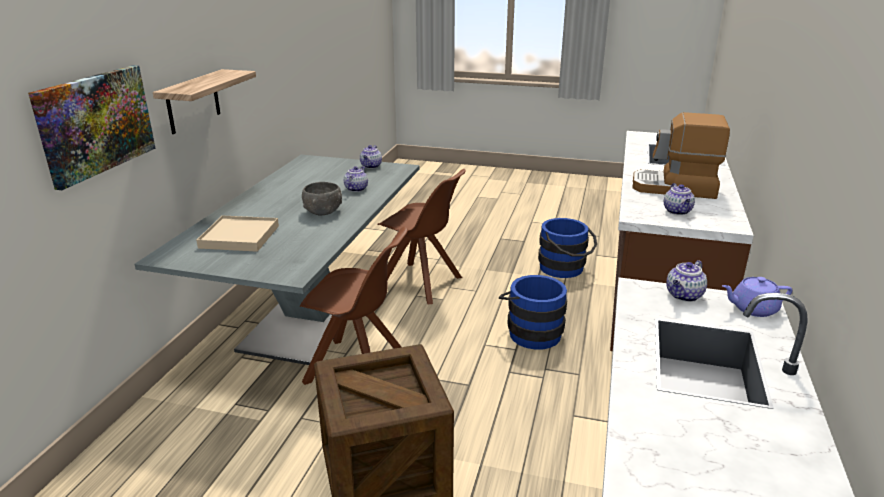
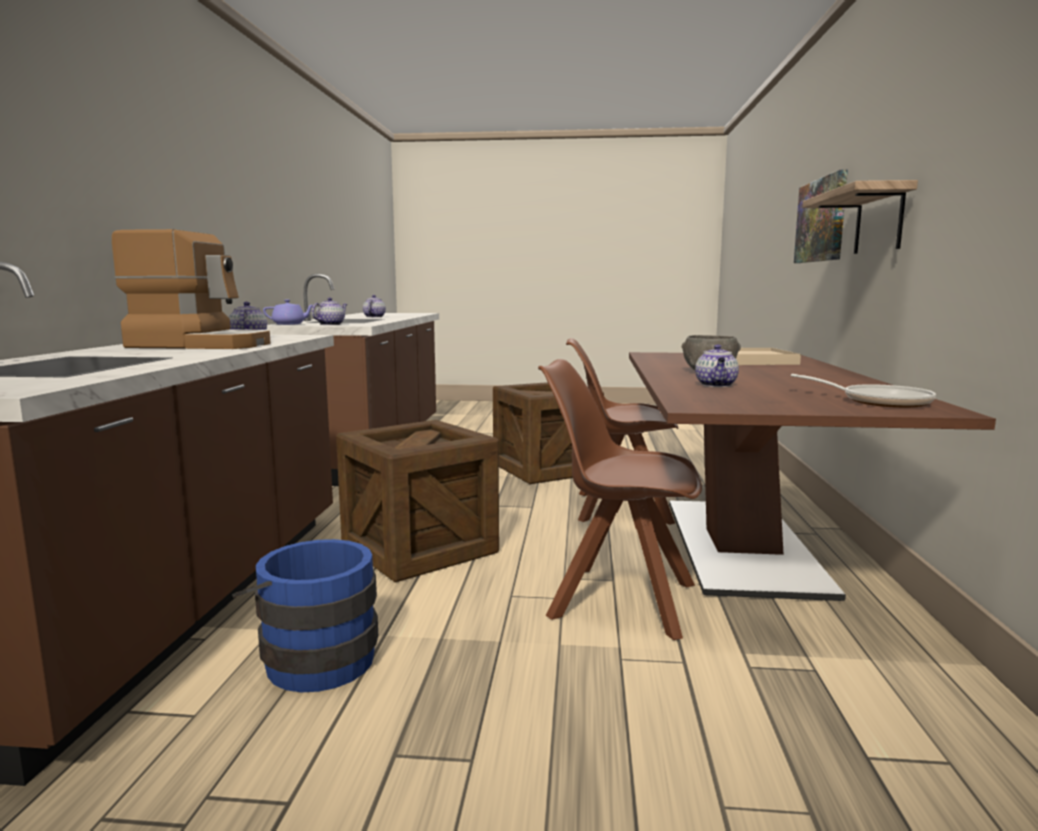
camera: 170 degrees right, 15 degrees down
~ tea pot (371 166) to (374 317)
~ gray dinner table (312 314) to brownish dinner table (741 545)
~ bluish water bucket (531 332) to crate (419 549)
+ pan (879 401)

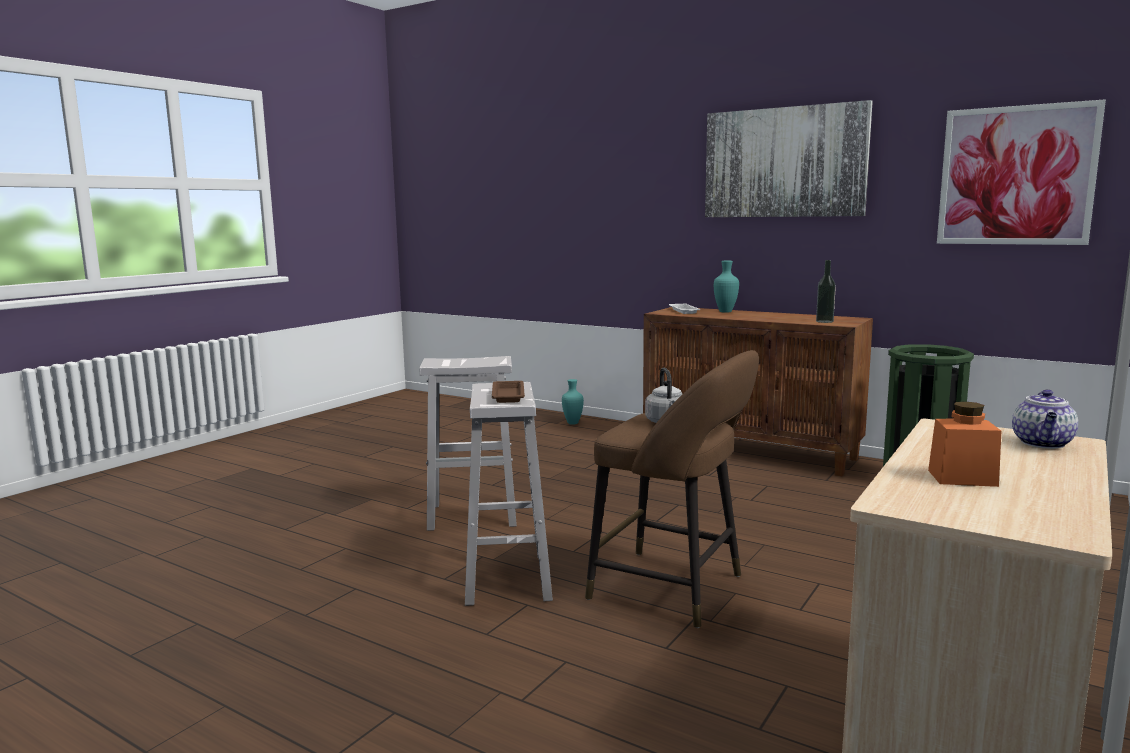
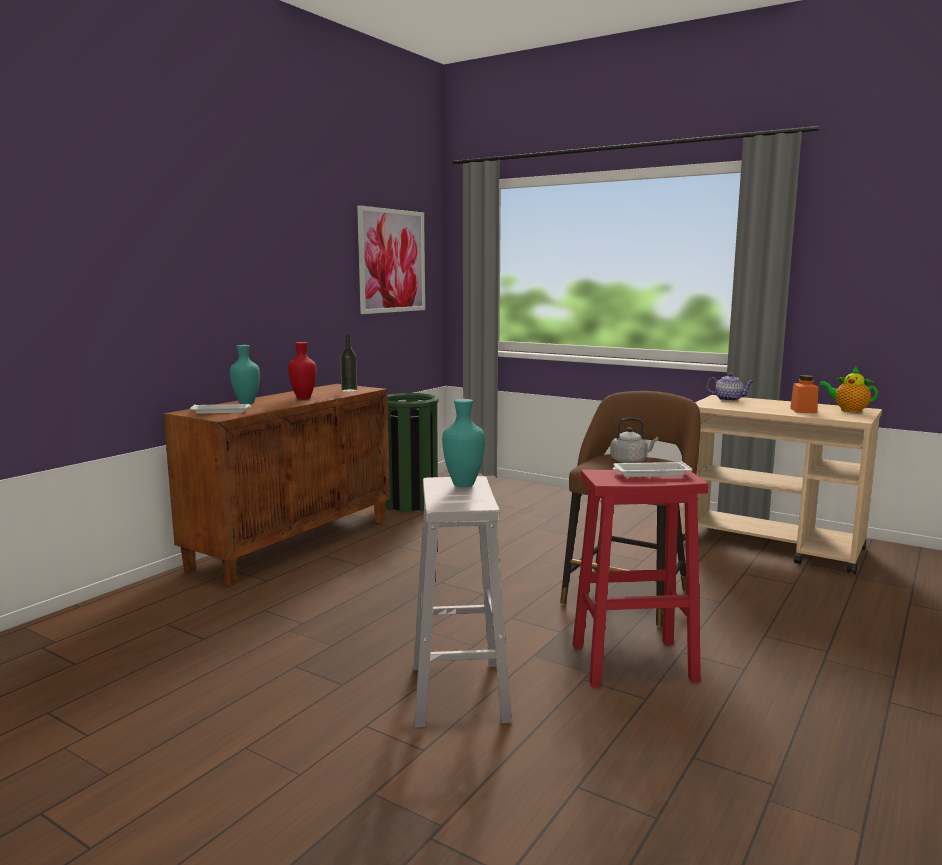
camera: 90 degrees left, 0 degrees up
- picture (784 162)
~ turquoise flower vase (572 423) to (465 485)
~ brownish serving tray (508 395) to white-coloured serving tray (650 473)
~ white-coloured sitting stool (508 579) to red-coloured sitting stool (635 662)
+ red-coloured flower vase (303 398)
+ tea pot (848 410)

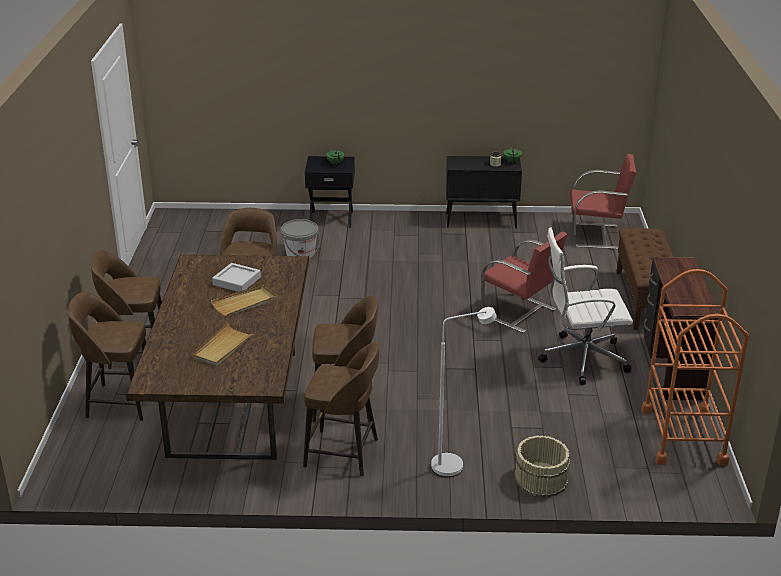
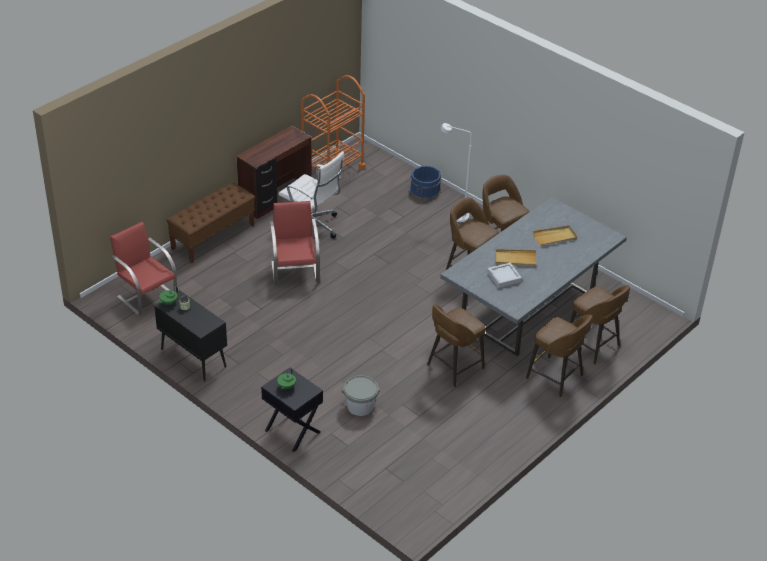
camera: 140 degrees left, 10 degrees up
~ brownish dinner table (233 403) to gray dinner table (528 308)
~ sand-coloured water bucket (540 479) to bluish water bucket (425 190)

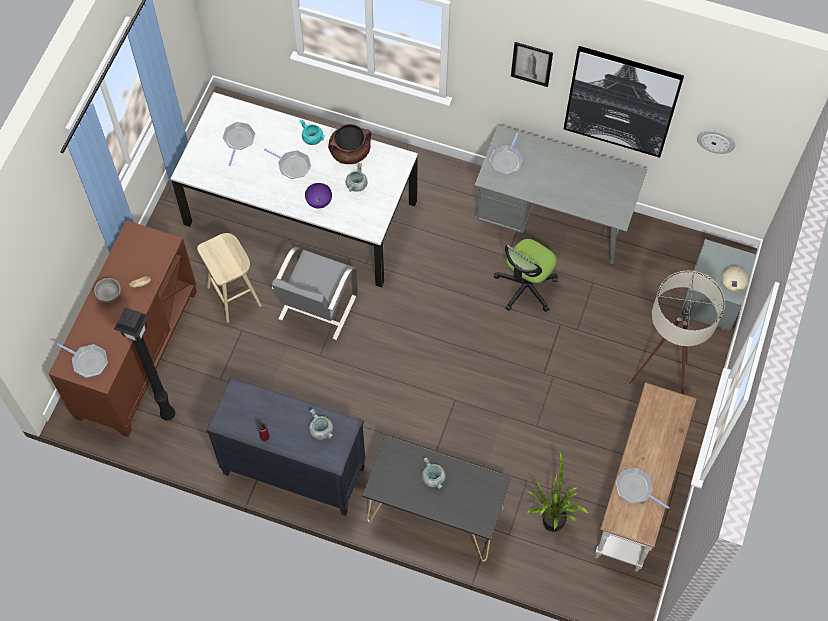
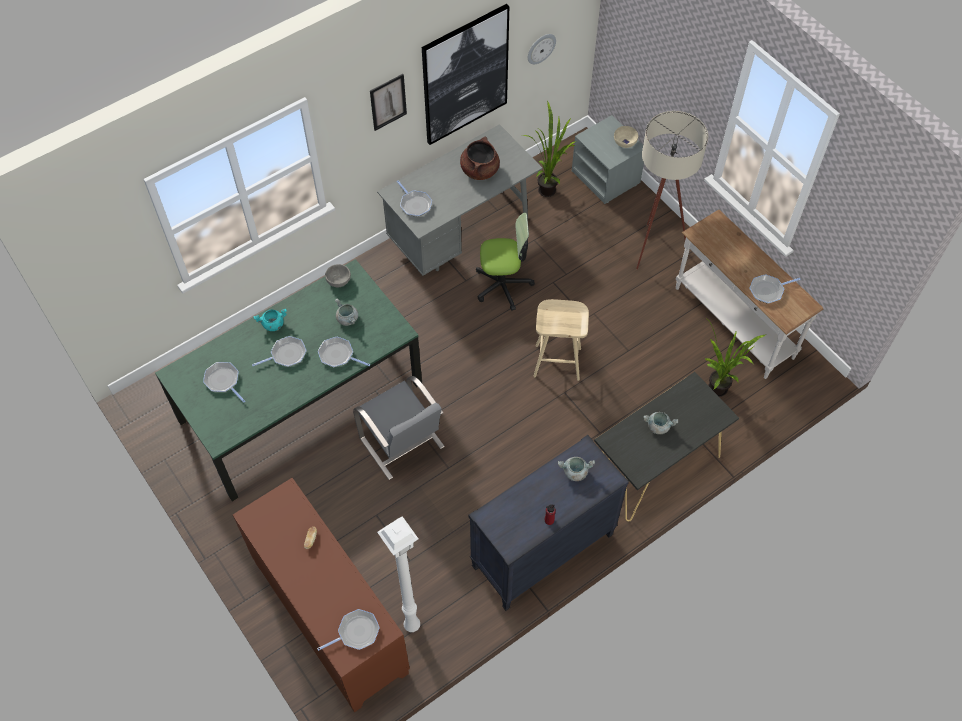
camera: 55 degrees left, 5 degrees down
~ white-coloured dinner table (300 213) to green dinner table (300 403)
~ brownish saucepot (350 152) to (479 170)
~ purplish deep dish (318 200) to pan (338 355)
~ sand-coloured sitting stool (235 296) to (558 362)
~ computer chair (525 287) = (503 285) 75 degrees counterclockwise
~ gray deep dish (108 295) to (338 281)
~ black-coloured standard lamp (166 415) to white-coloured standard lamp (411 626)
+ potted plant (548 188)

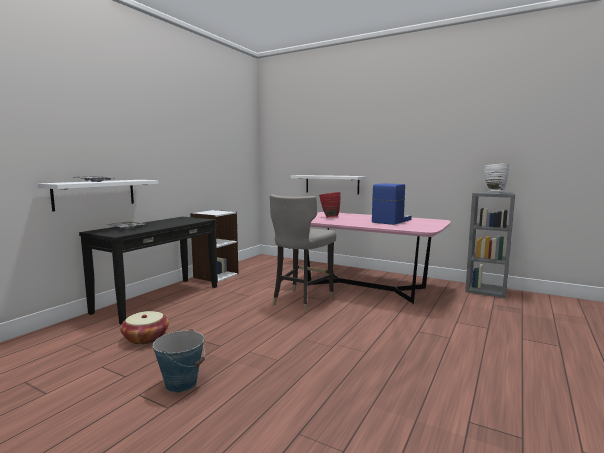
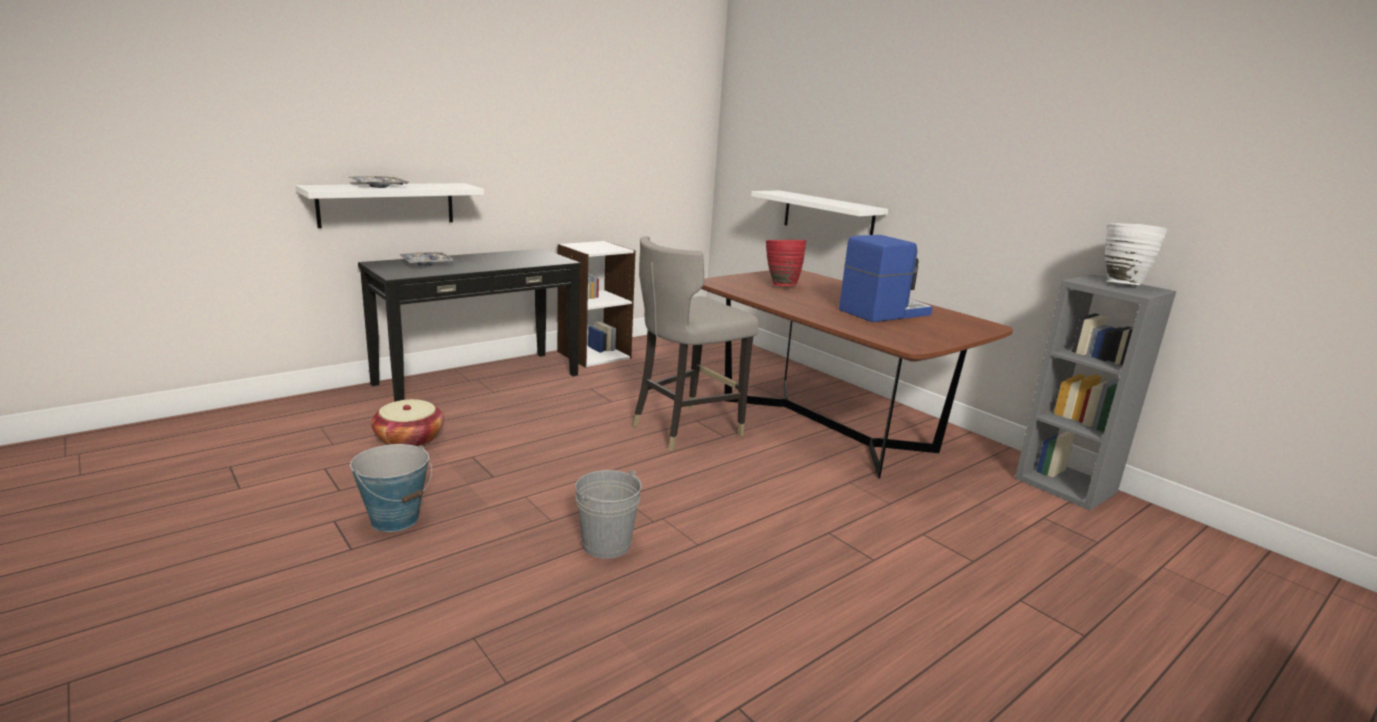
camera: 20 degrees right, 10 degrees up
~ pink-coloured dinner table (365 286) to brownish dinner table (824 425)
+ gray water bucket (606 544)

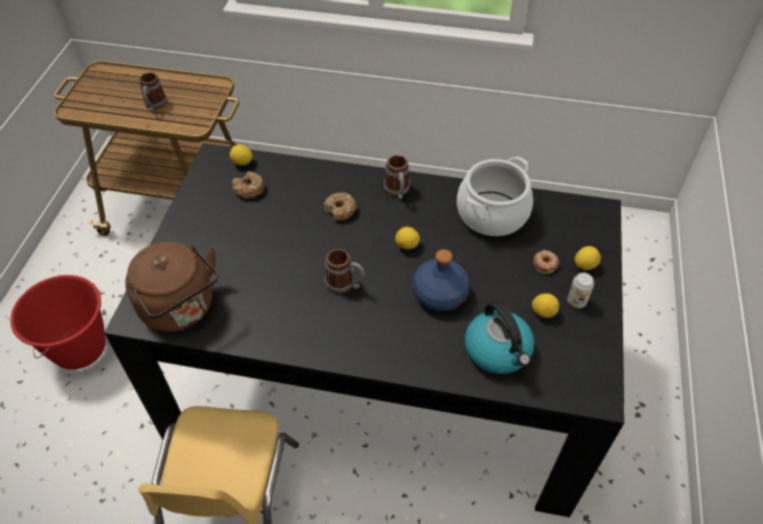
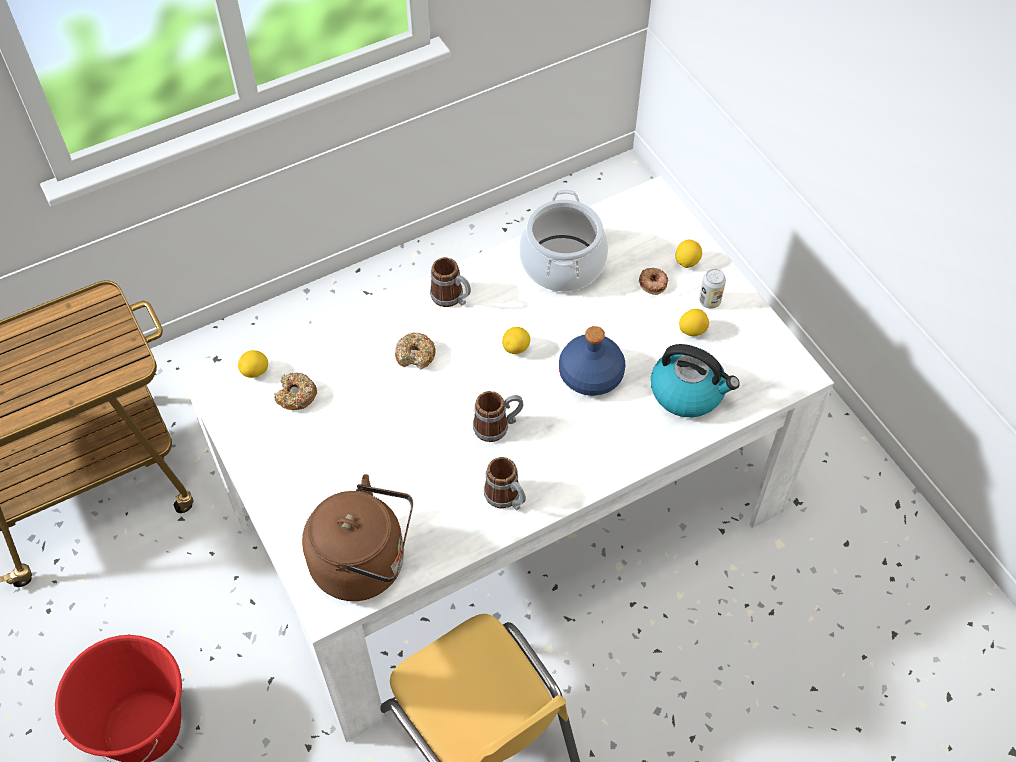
camera: 40 degrees left, 5 degrees up
~ tea mug (154 105) to (506 498)
~ black-coloured dinner table (382 376) to white-coloured dinner table (508 509)

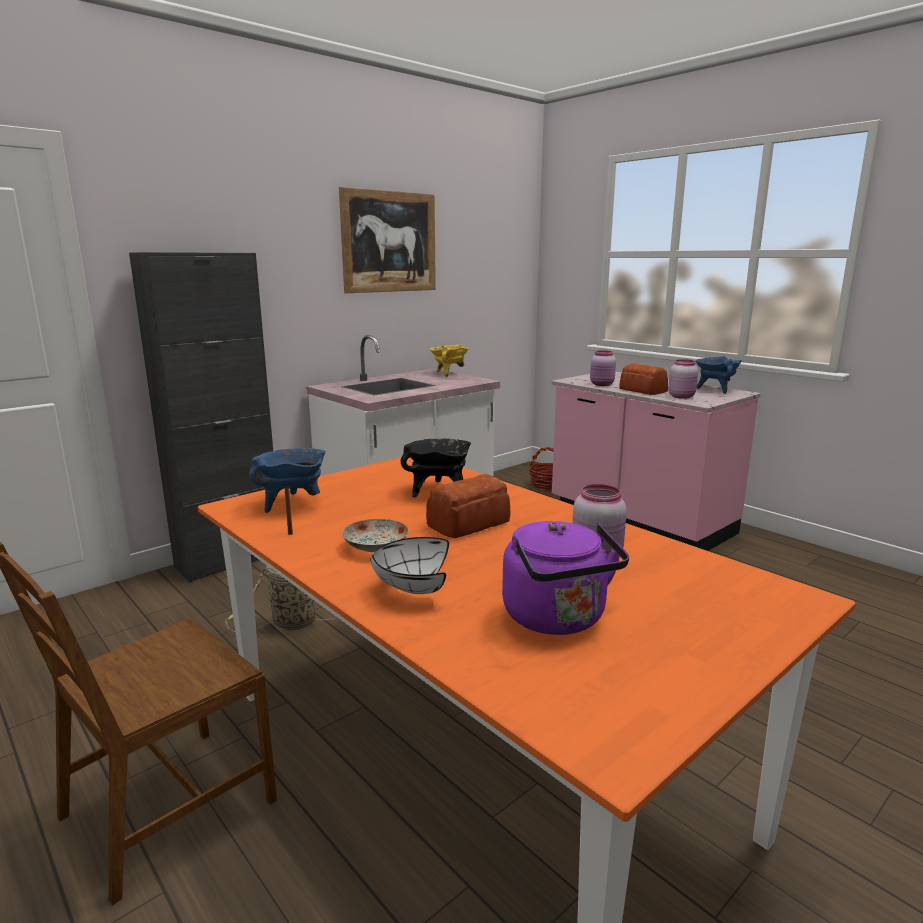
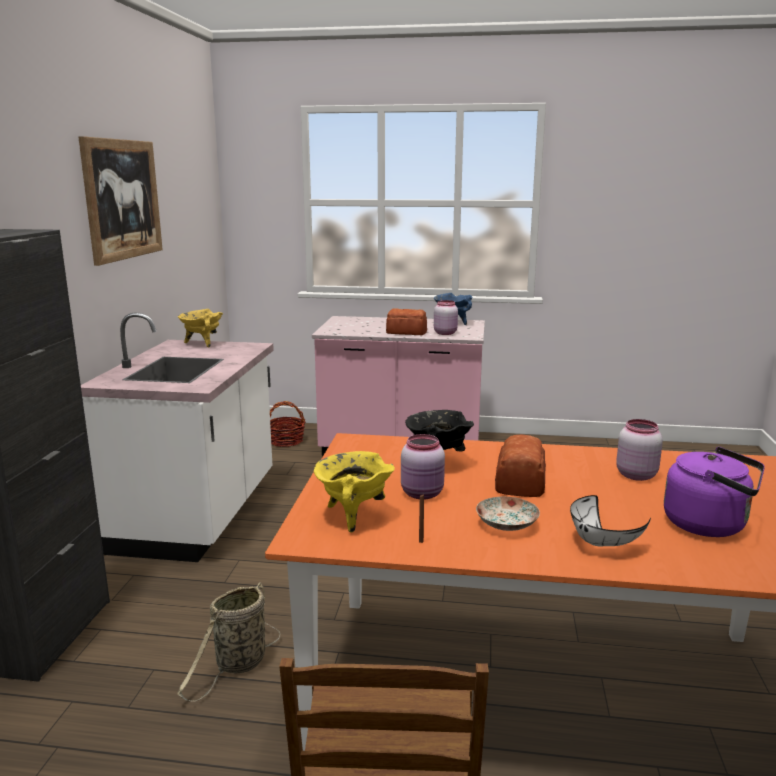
camera: 40 degrees left, 0 degrees up
~ pink-coloured jar (602 384) to (423 494)
~ bluish saucepot (293 503) to yellowish saucepot (353 515)

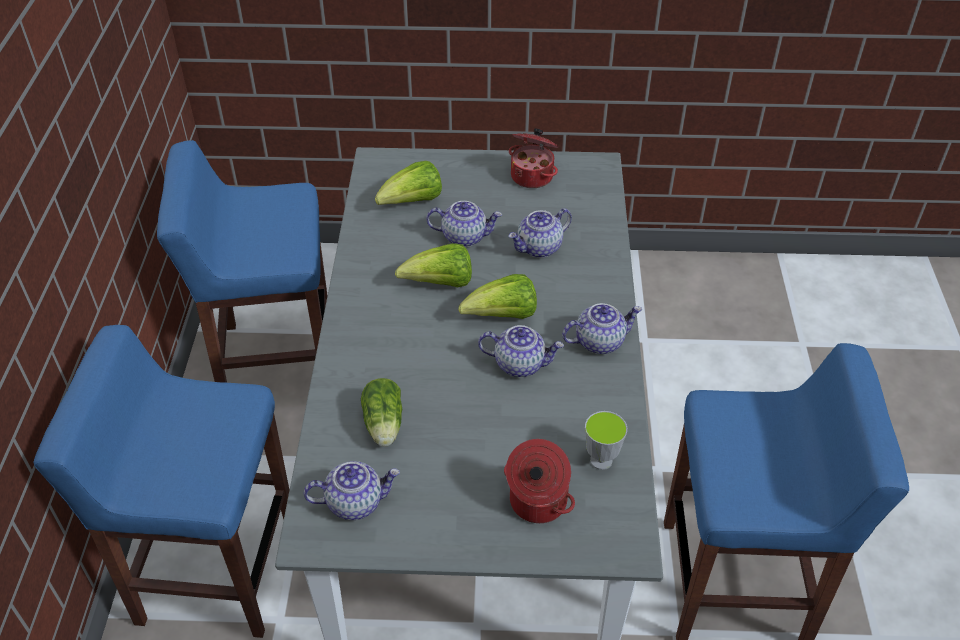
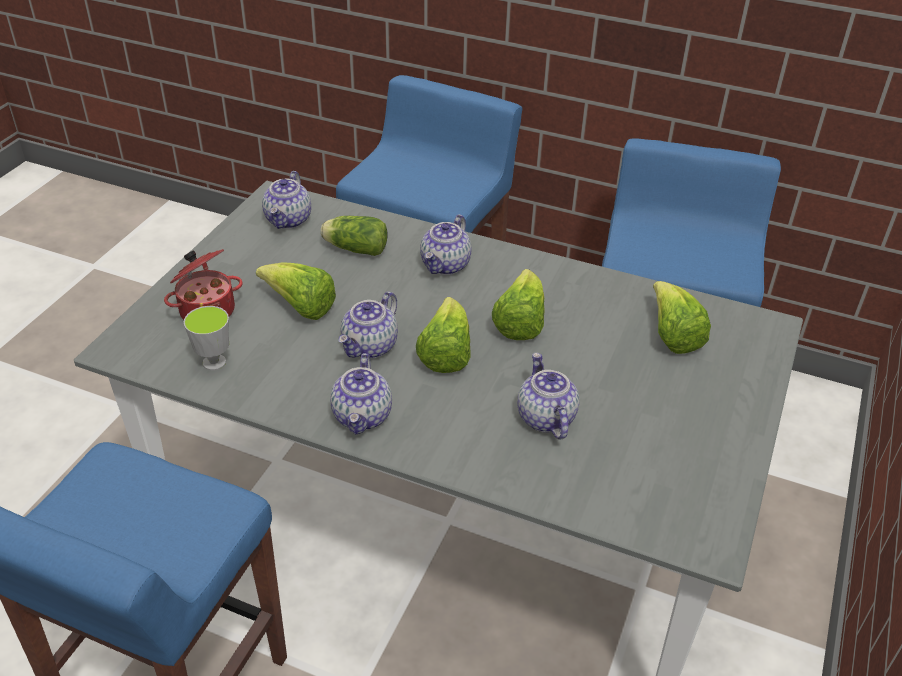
camera: 110 degrees right, 5 degrees down
- saucepot (533 176)
~ tea pot (464 236) to (446 265)
+ lettuce (300 307)

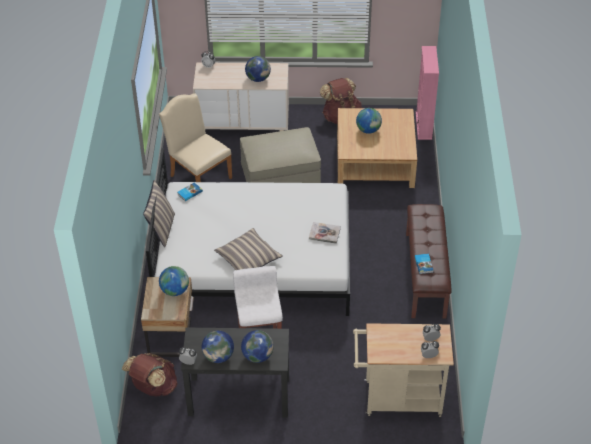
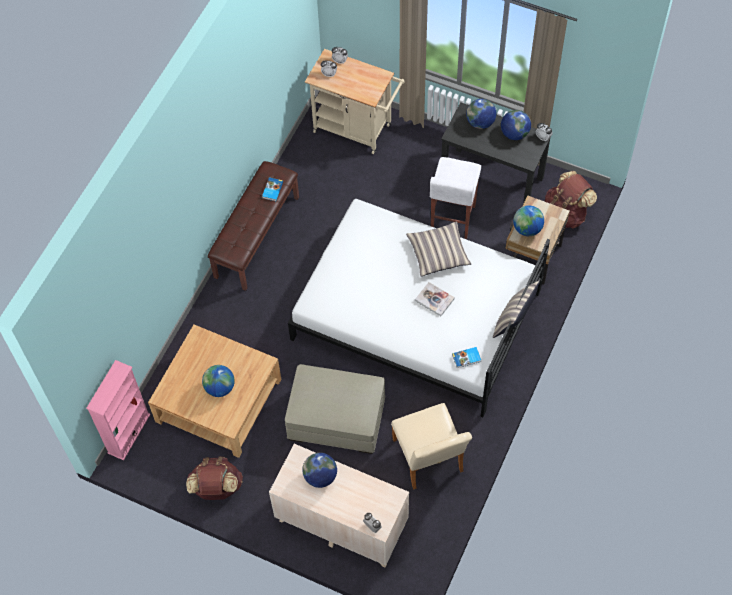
camera: 155 degrees left, 15 degrees up
~ bound book (324 233) to (434 299)

